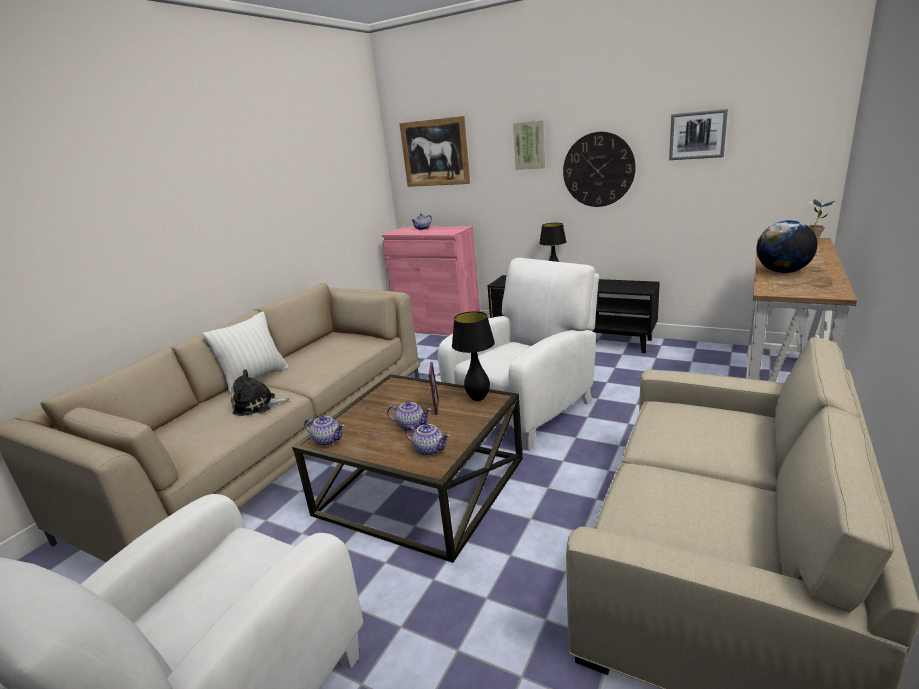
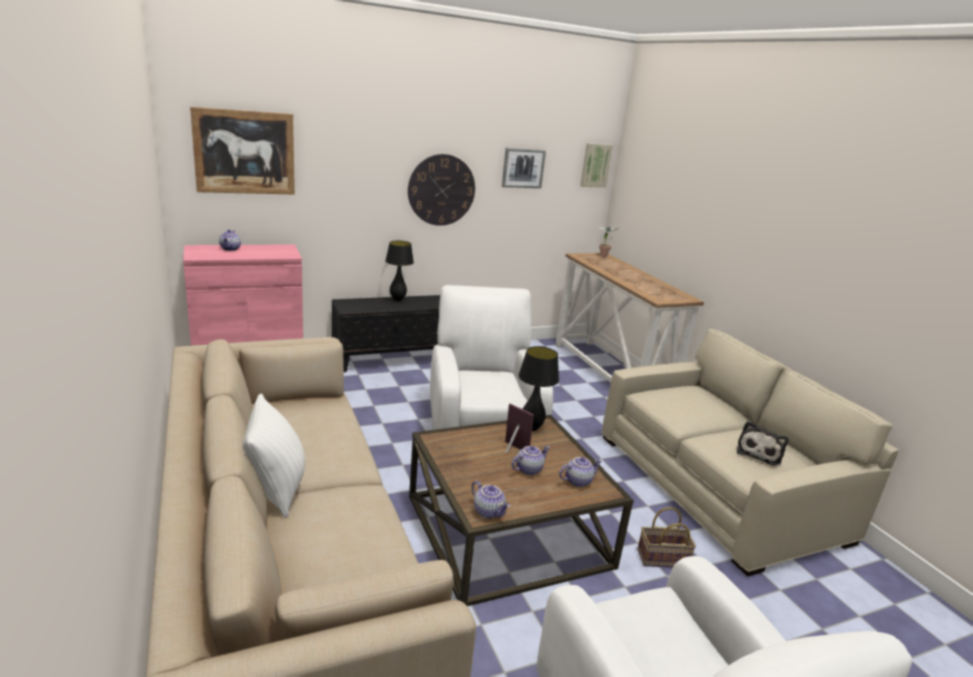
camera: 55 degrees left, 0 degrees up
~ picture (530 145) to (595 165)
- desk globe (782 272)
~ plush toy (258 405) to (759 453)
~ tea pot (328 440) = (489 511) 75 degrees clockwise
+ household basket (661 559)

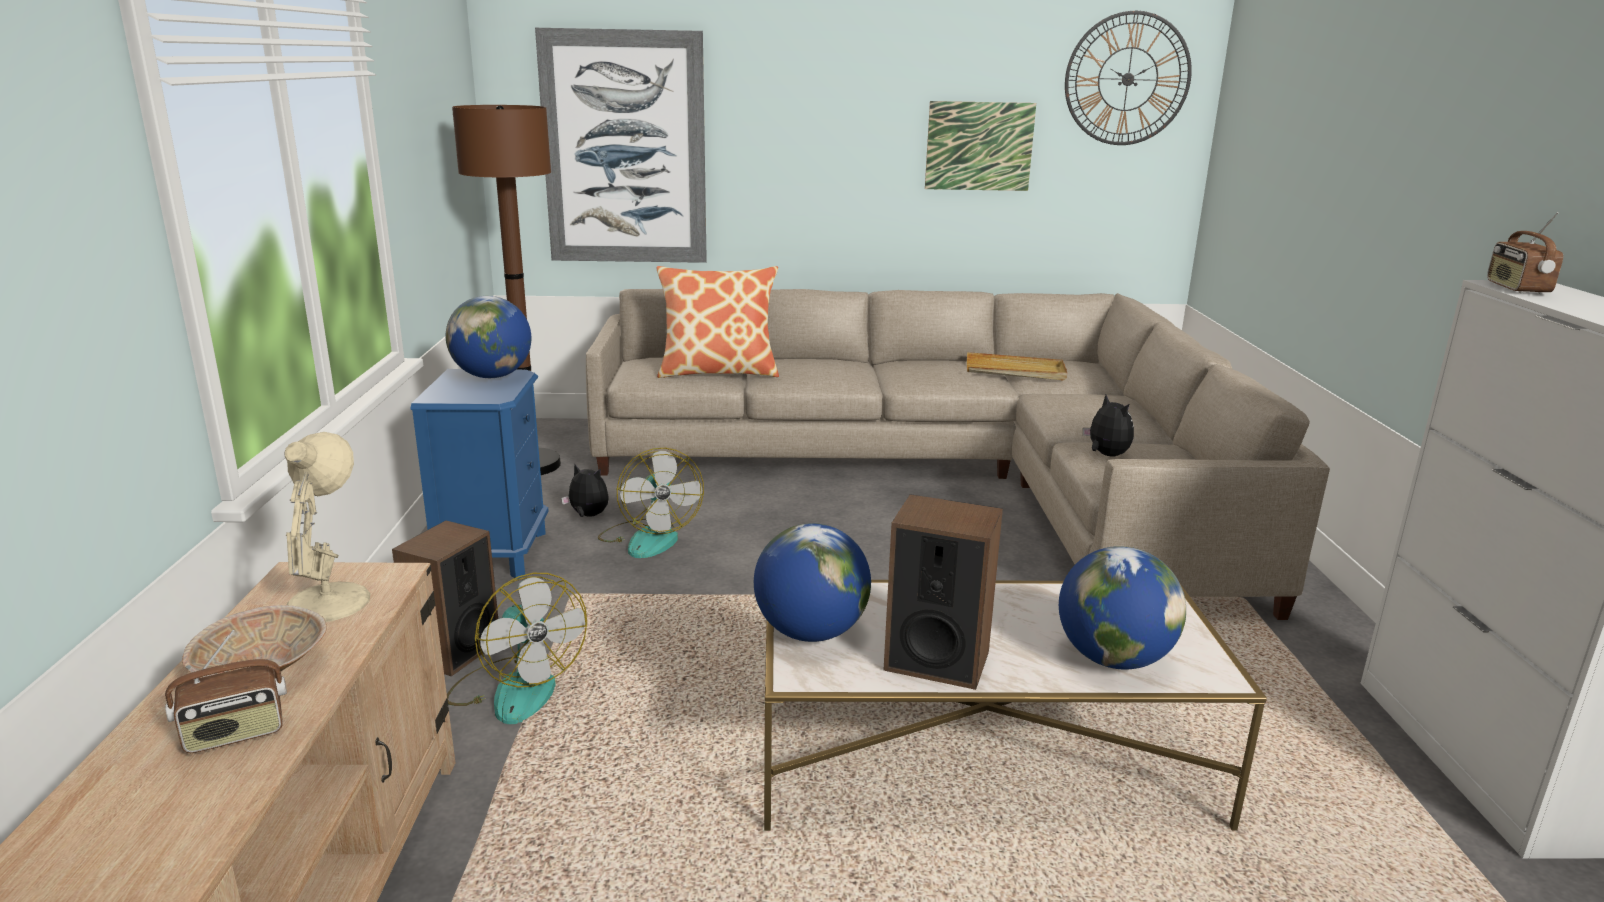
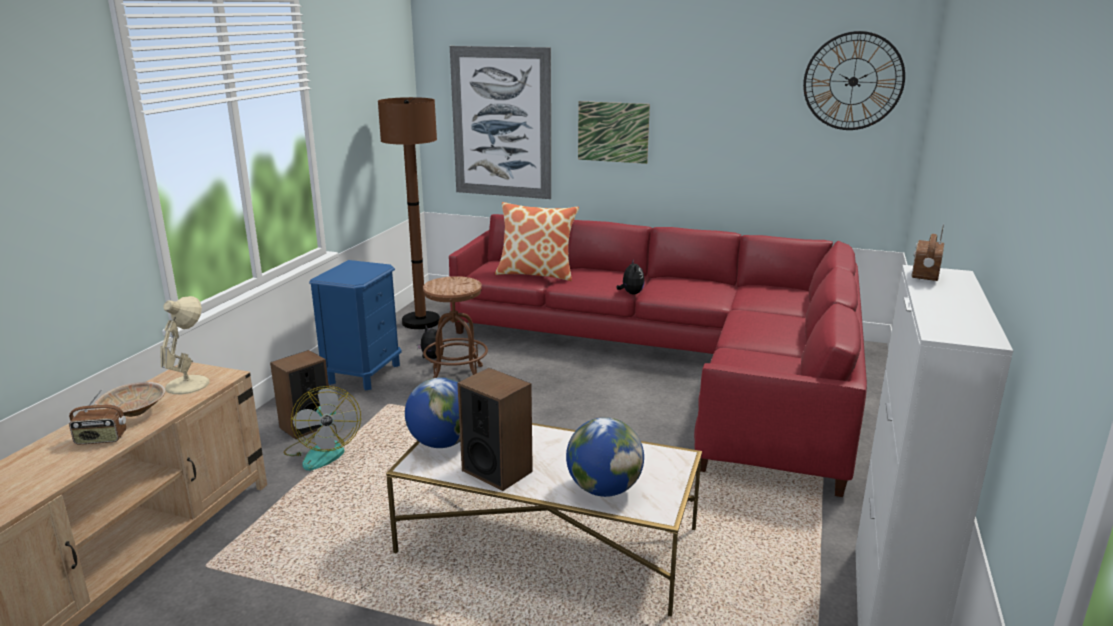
camera: 20 degrees right, 0 degrees up
~ picture (979 146) to (613 132)
~ sand-coloured settee (947 476) to red-coloured settee (681 362)
- desk globe (492 376)
- sand-coloured serving tray (1015 371)
~ plush toy (1106 455) to (631 293)
~ cooling fan (649 537) to brownish sitting stool (457 376)

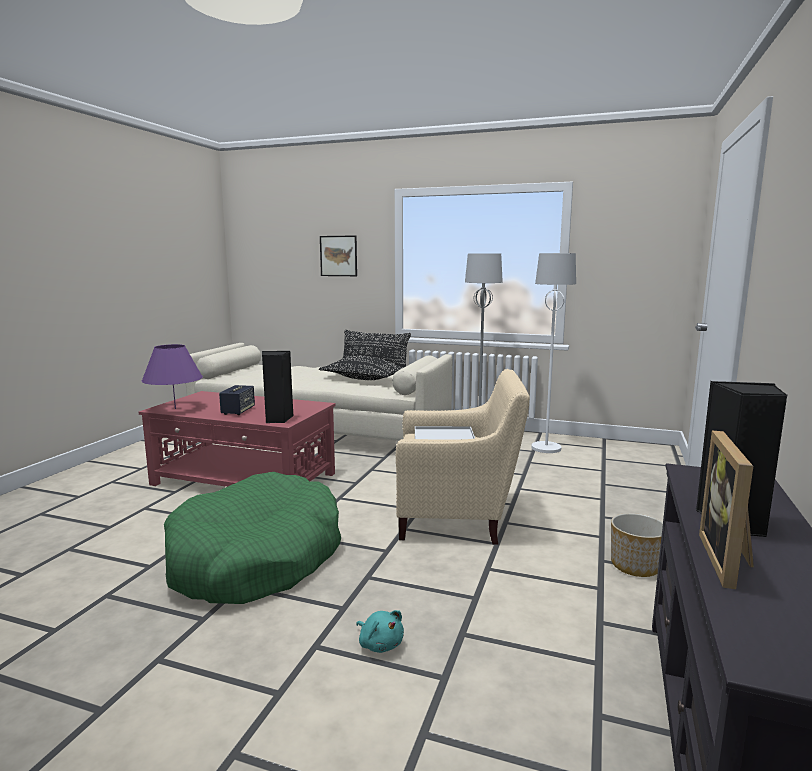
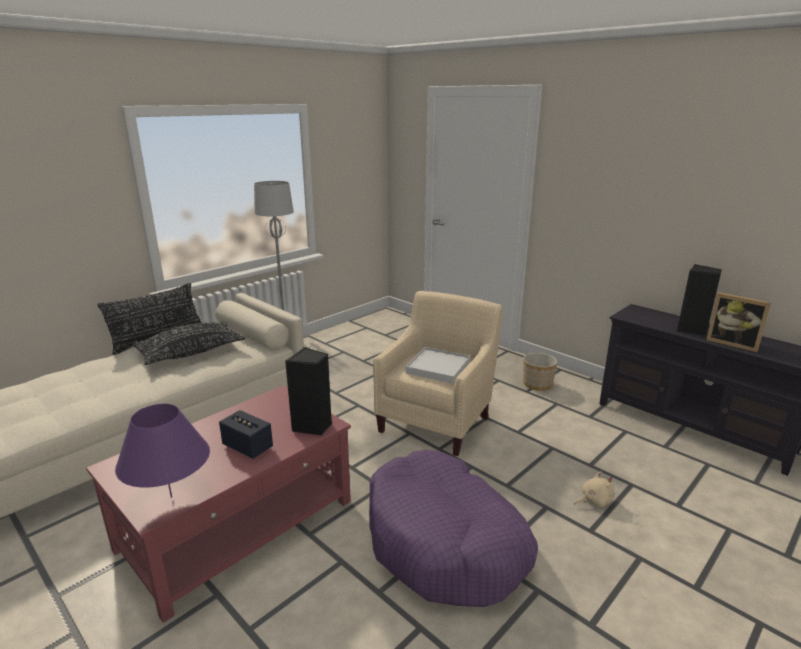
camera: 65 degrees left, 10 degrees up
- picture (338 256)
- white-coloured standard lamp (546 448)
~ green dog cushion (256 558) to purplish dog cushion (445 542)
~ turquoise plush toy (380 644) to sand-coloured plush toy (594 500)

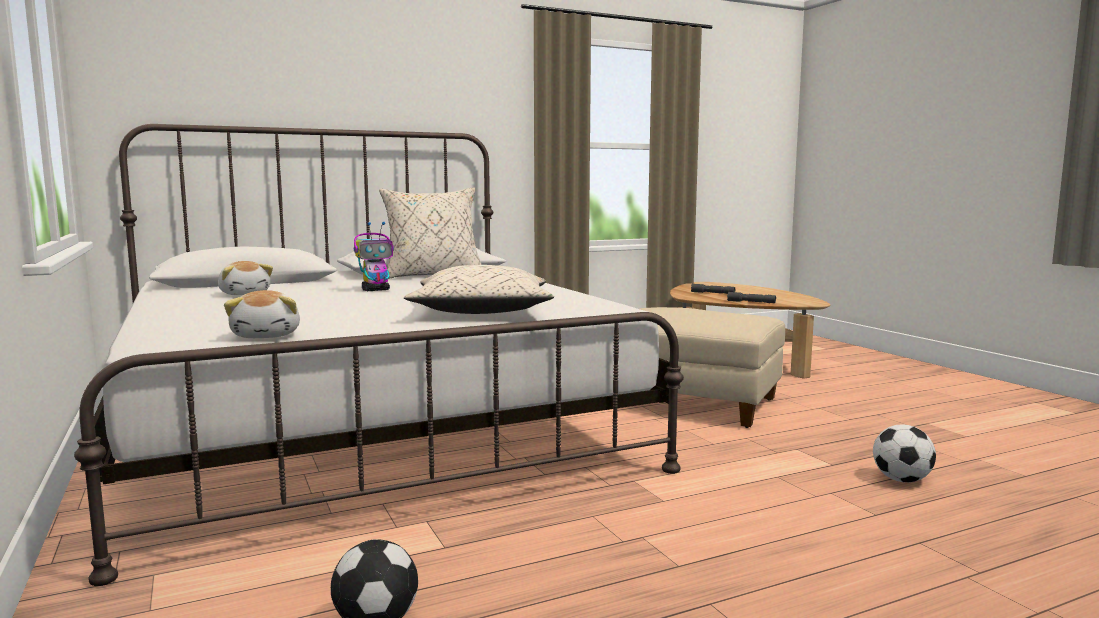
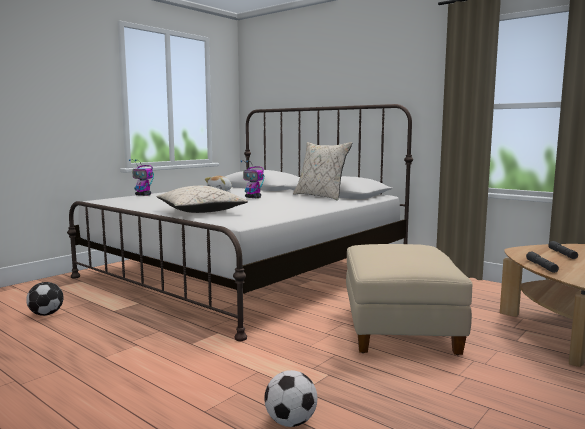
camera: 65 degrees right, 0 degrees up
- plush toy (268 335)
+ robot figure (143 195)

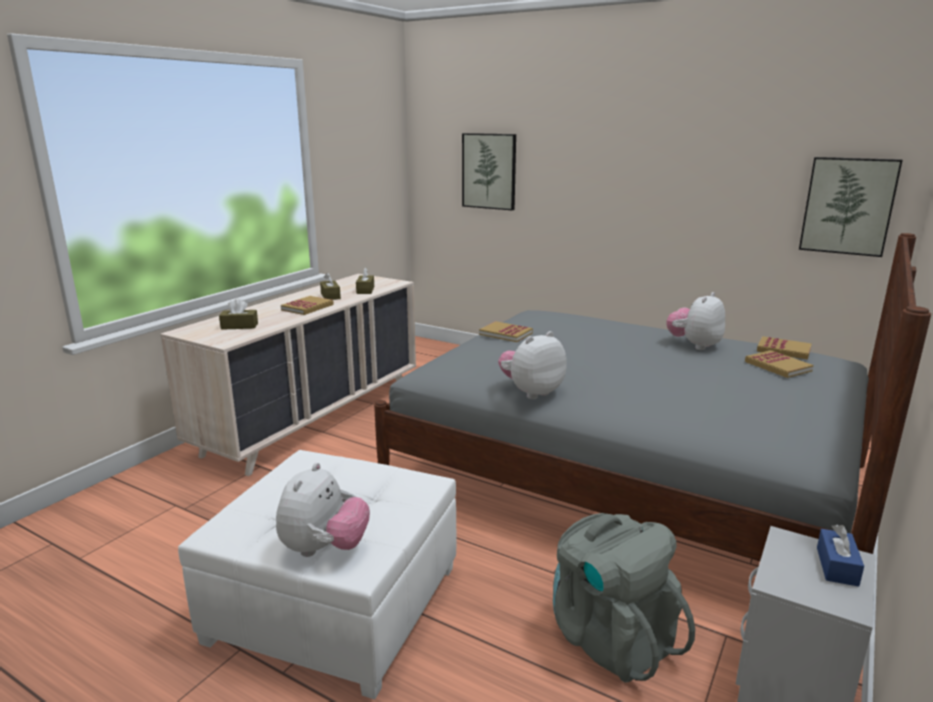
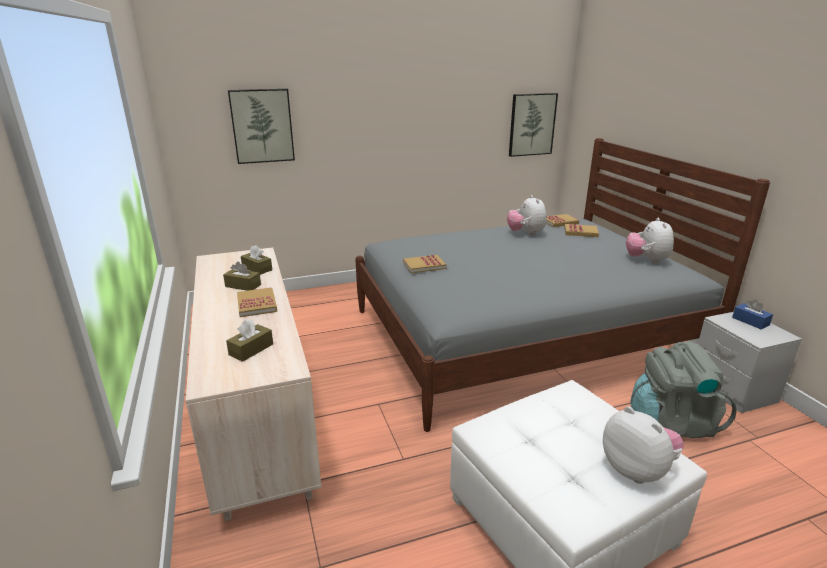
camera: 50 degrees left, 5 degrees up
~ plush toy (531 392) to (647 260)

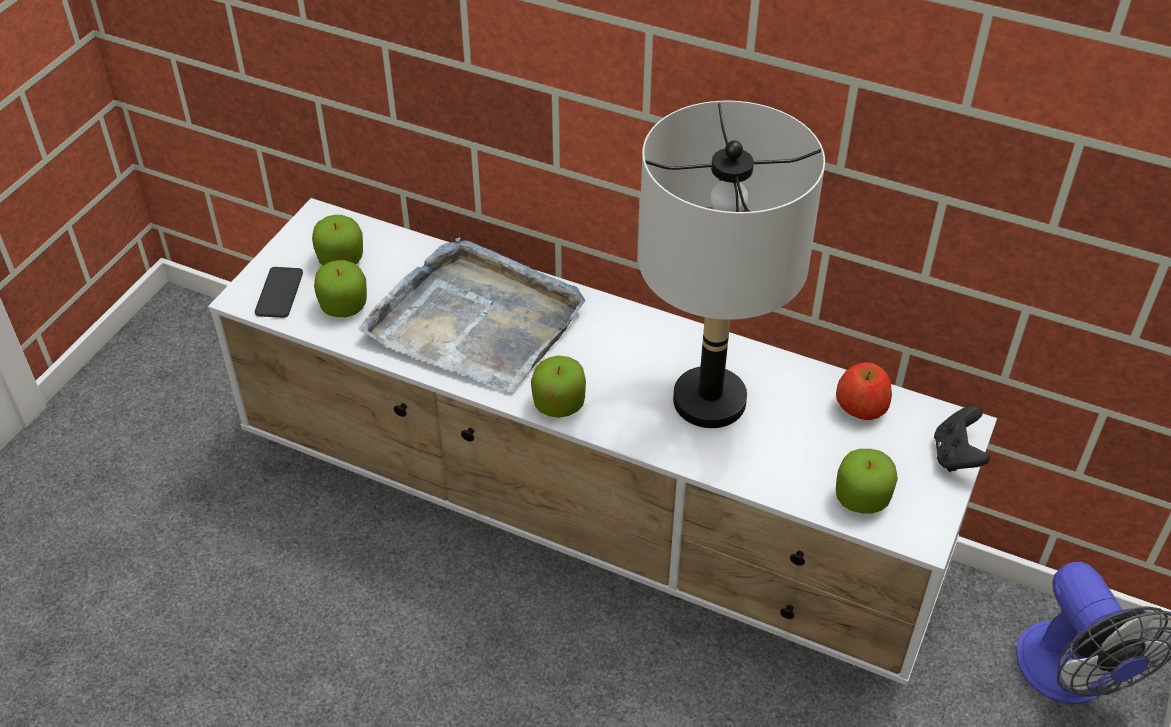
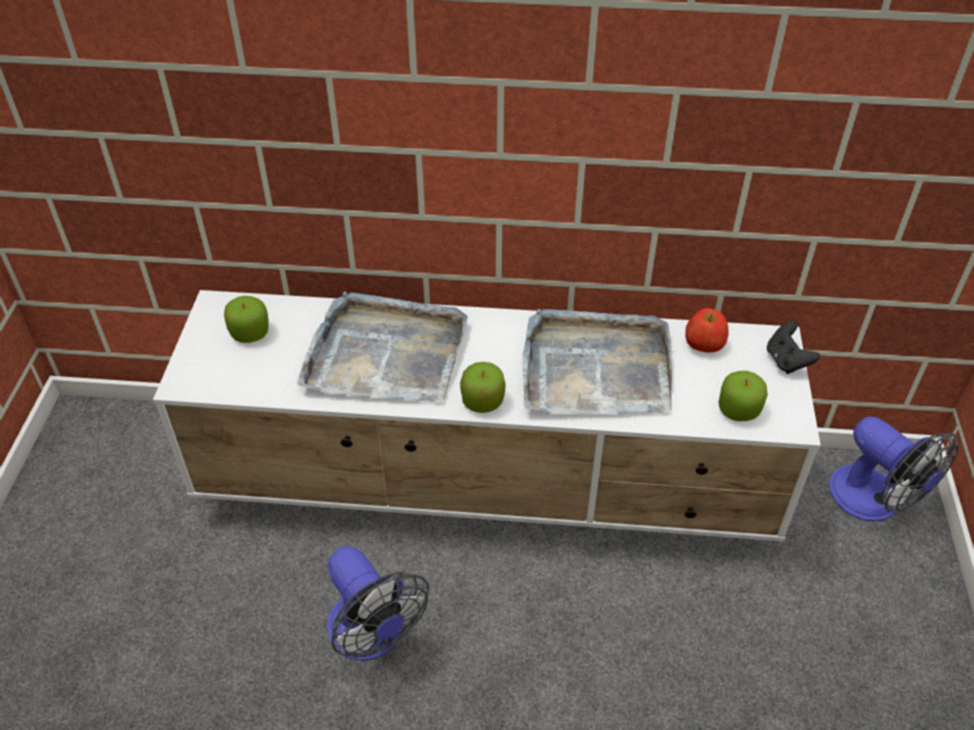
camera: 20 degrees left, 0 degrees up
~ gray lamp for a table (710 401) to gray serving tray (595 368)
- apple (344 305)
- handset (279 293)
+ cooling fan (373 636)

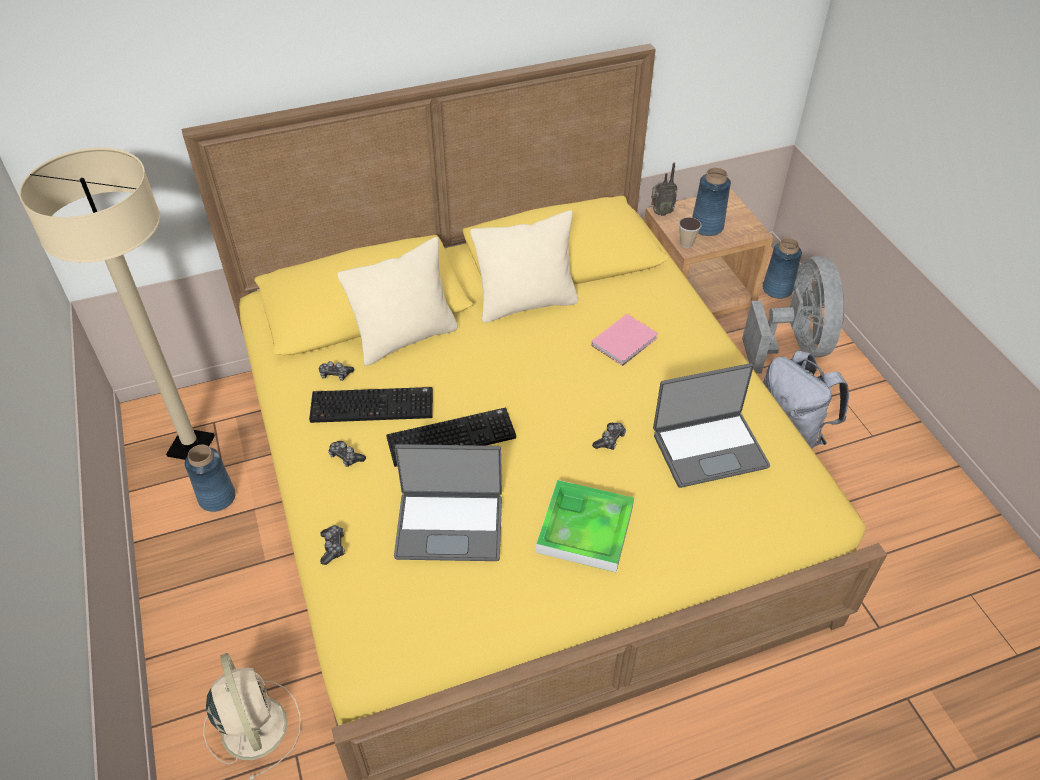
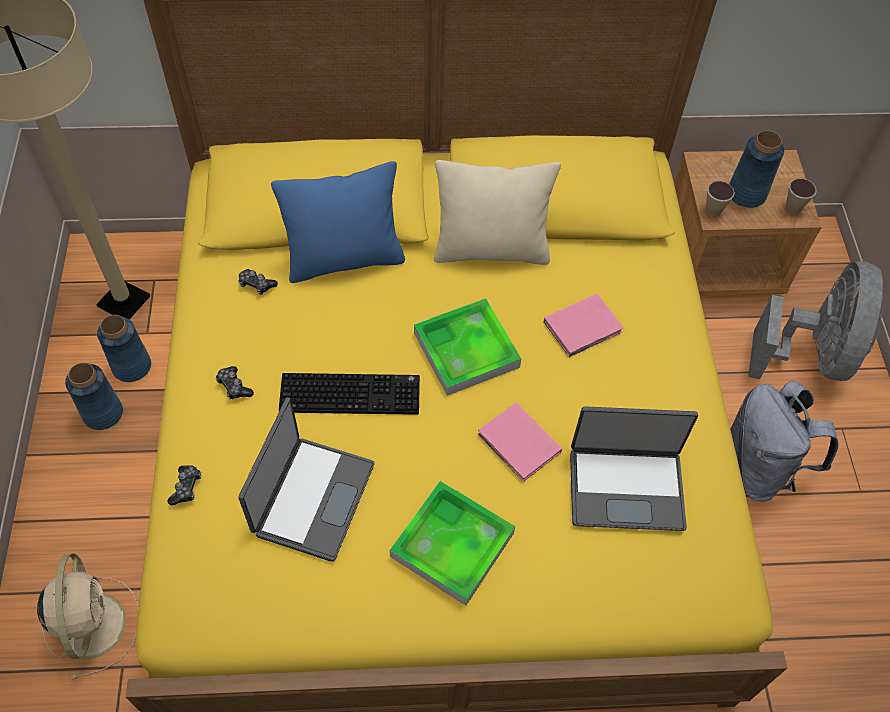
camera: 15 degrees right, 10 degrees up
- radio (660 212)
~ sand-coloured cushion (405 338) to bluish cushion (345 259)
~ bluish flower vase (777 289) to (102 413)
- computer keyboard (373 405)
~ game controller (610 440) to pink-coloured bound book (519 445)
~ laptop (450 525) = (312 498) 90 degrees counterclockwise
+ small cup (793 207)
+ serving tray (466 350)

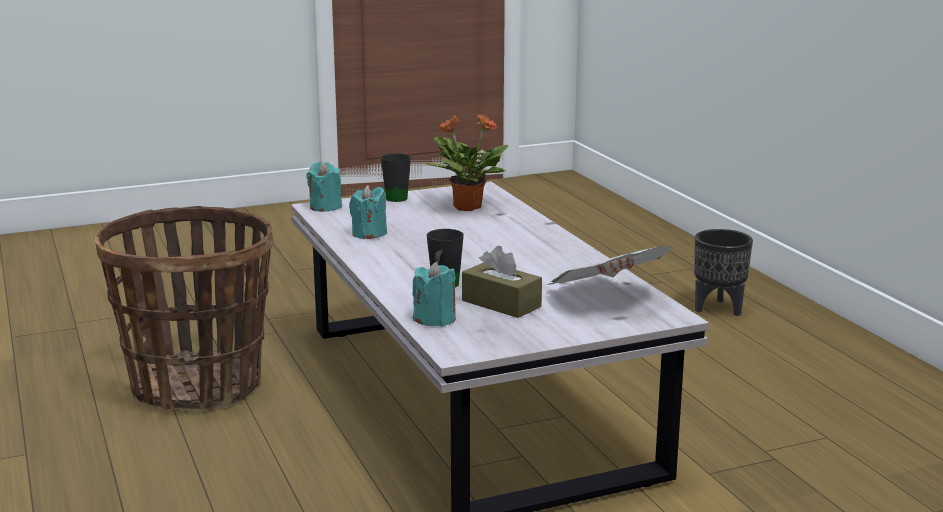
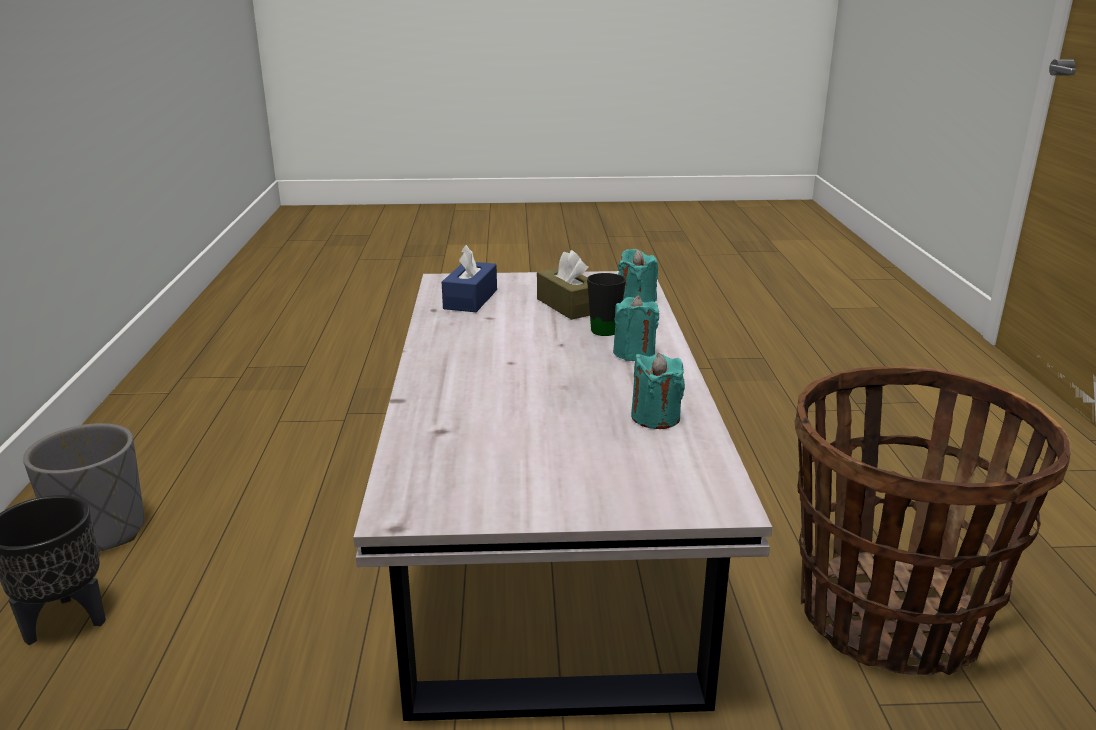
camera: 160 degrees left, 5 degrees up
- potted plant (466 207)
- black-coloured tea mug (396 197)
~ turquoise wax light (325 207) to (634 353)
~ printed paper (607 297) to bluish box of tissues (470 299)
+ gray plant pot (100 532)

